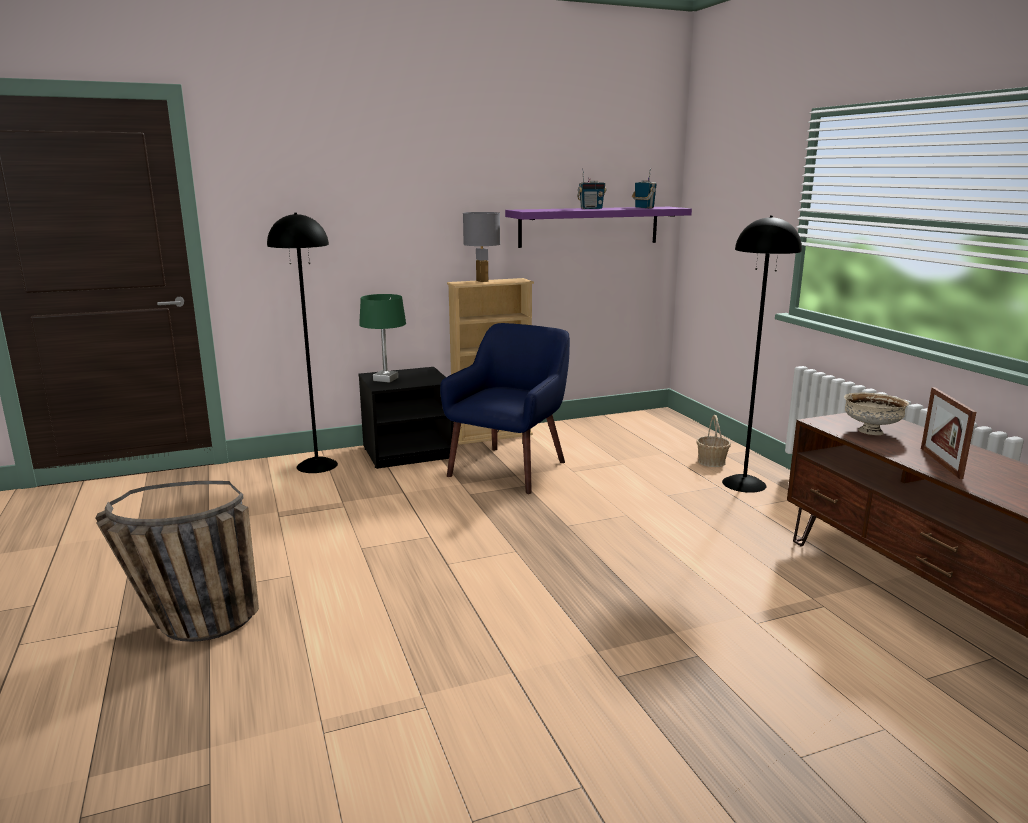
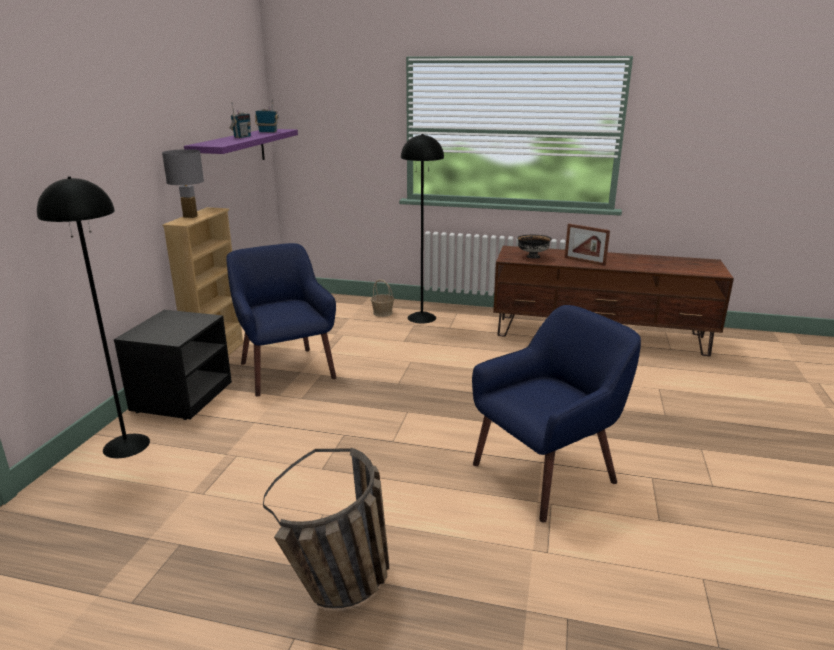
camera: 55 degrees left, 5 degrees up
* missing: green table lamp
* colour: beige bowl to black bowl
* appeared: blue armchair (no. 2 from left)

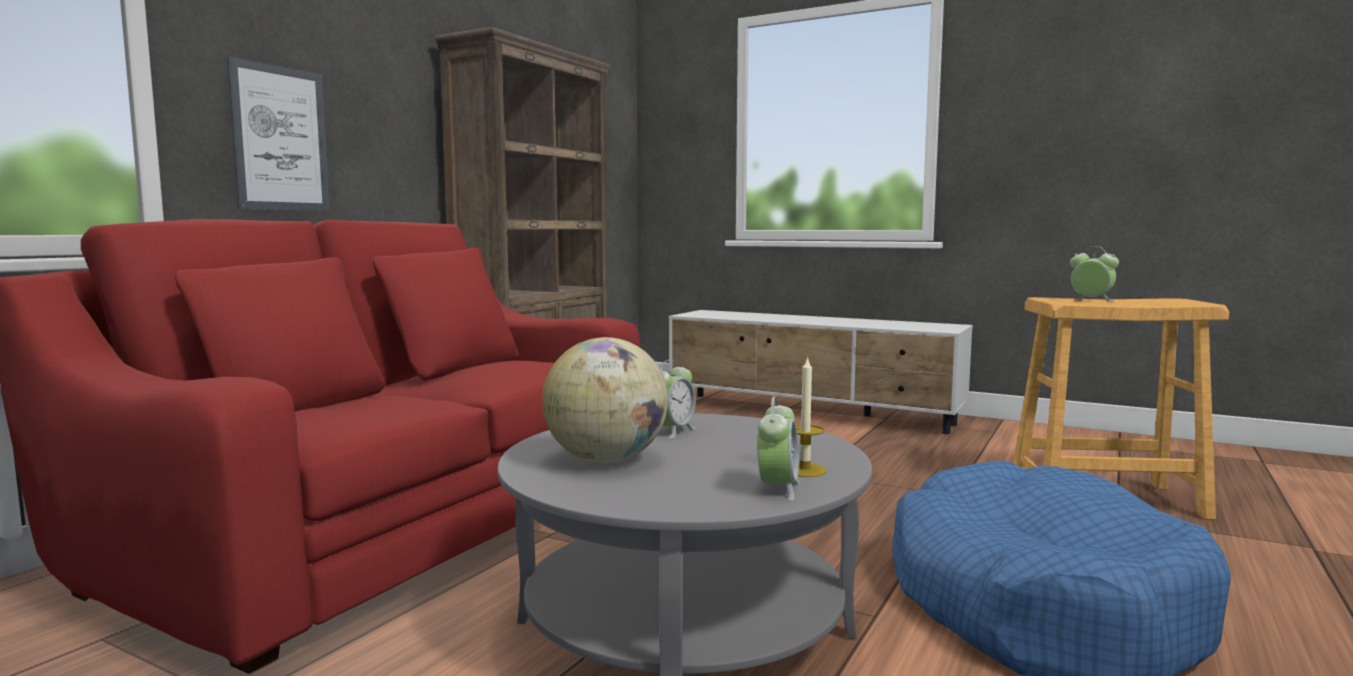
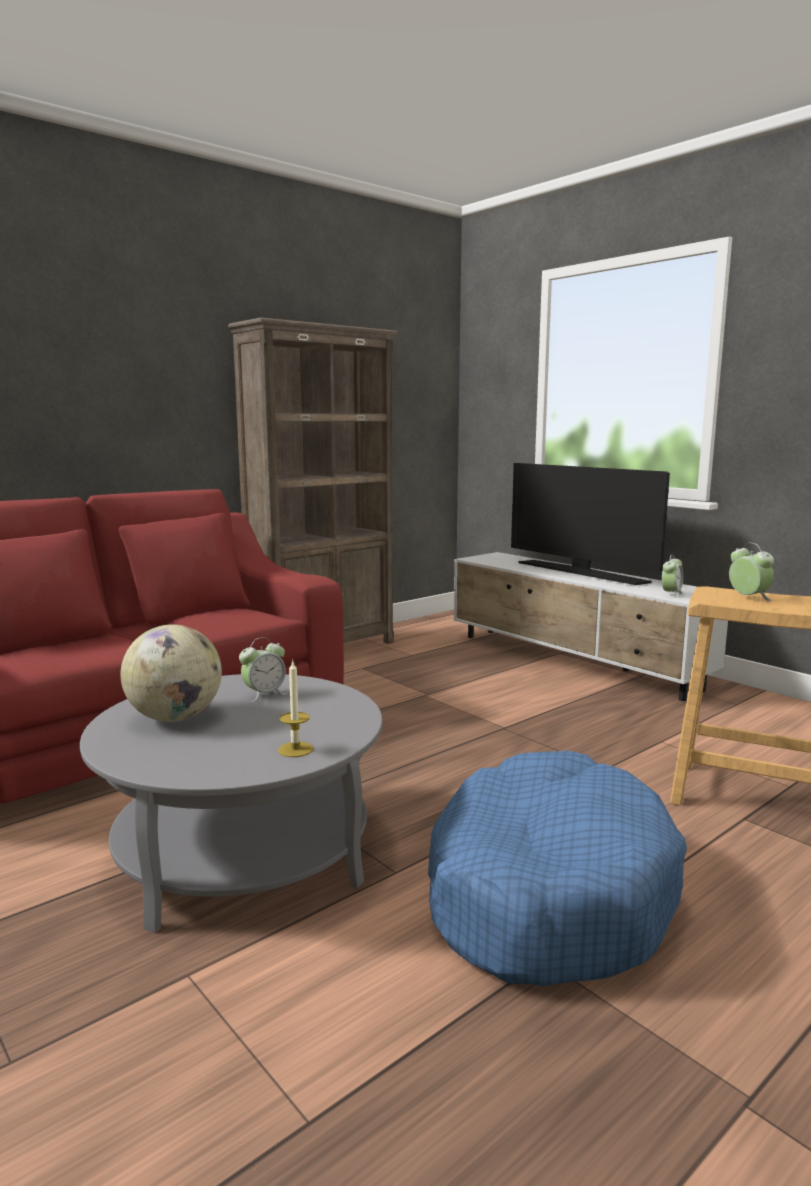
camera: 20 degrees right, 5 degrees up
* missing: picture
* relocated: alarm clock (no. 2 from left)
* appeared: television

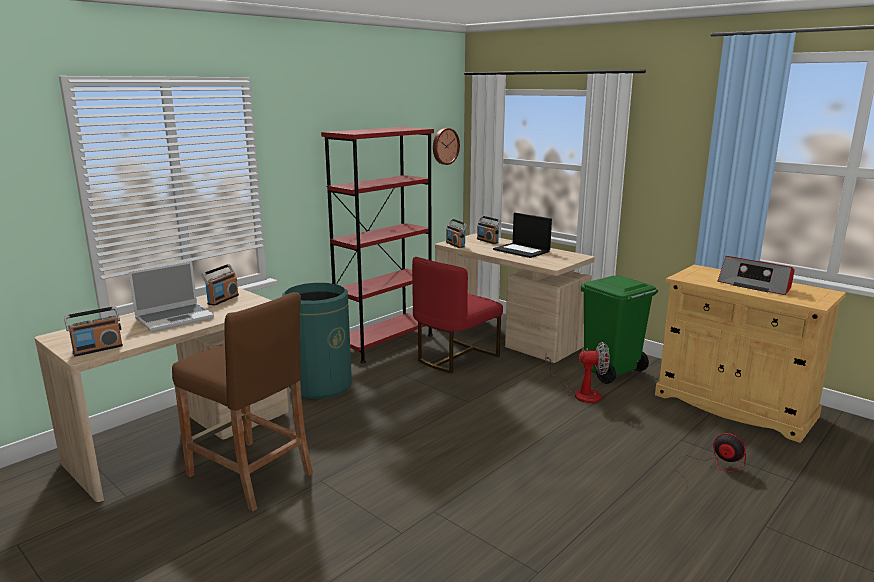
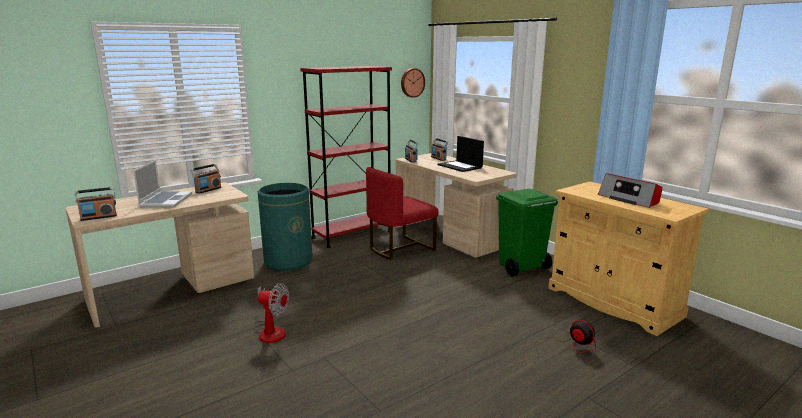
camera: 10 degrees right, 0 degrees up
* spun: laptop (no. 1 from left) 60 degrees counterclockwise
* missing: brown stool
* relocated: fan (no. 1 from left)

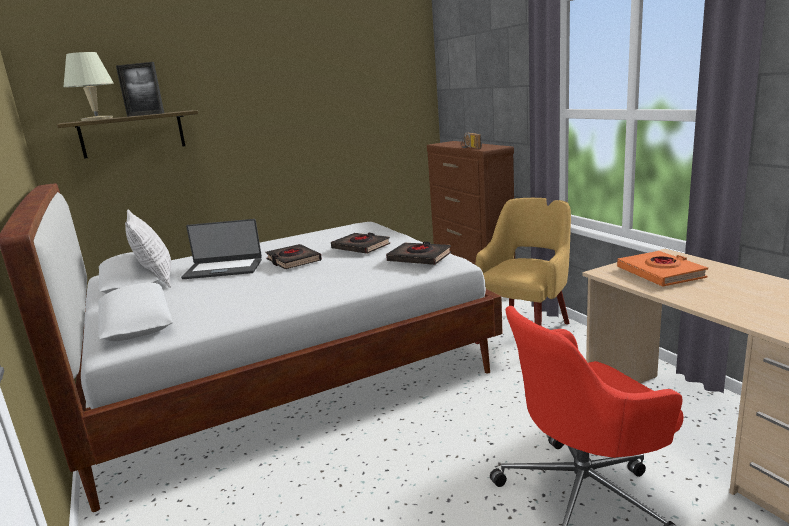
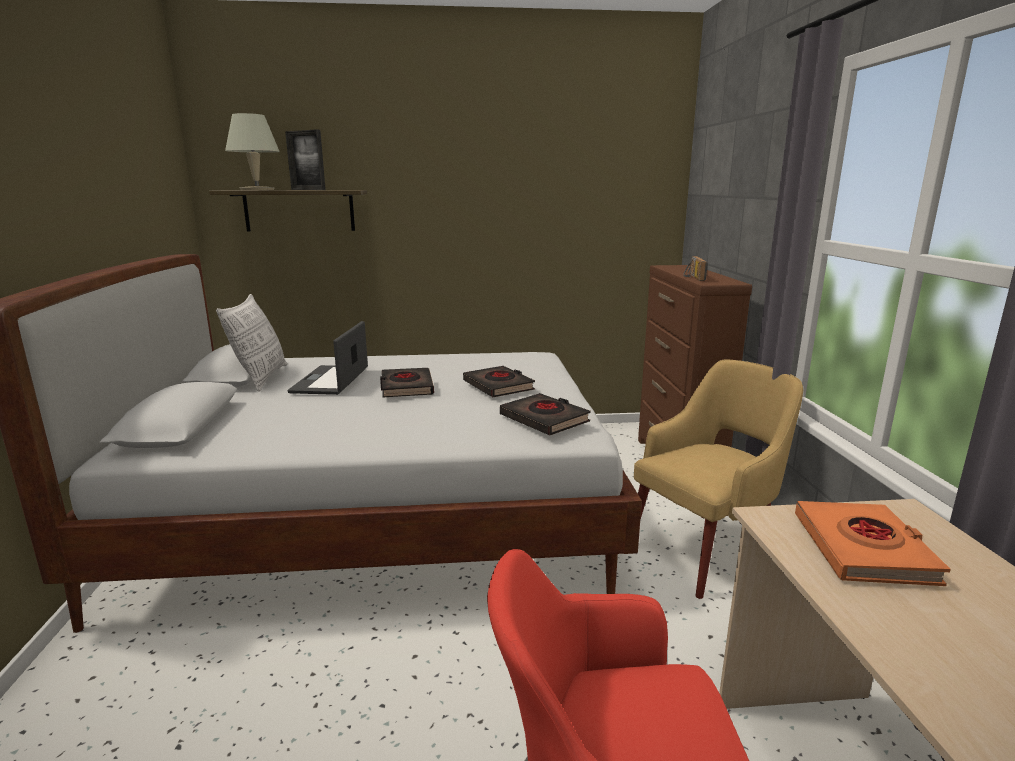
camera: 20 degrees right, 0 degrees up
* spun: laptop 75 degrees clockwise

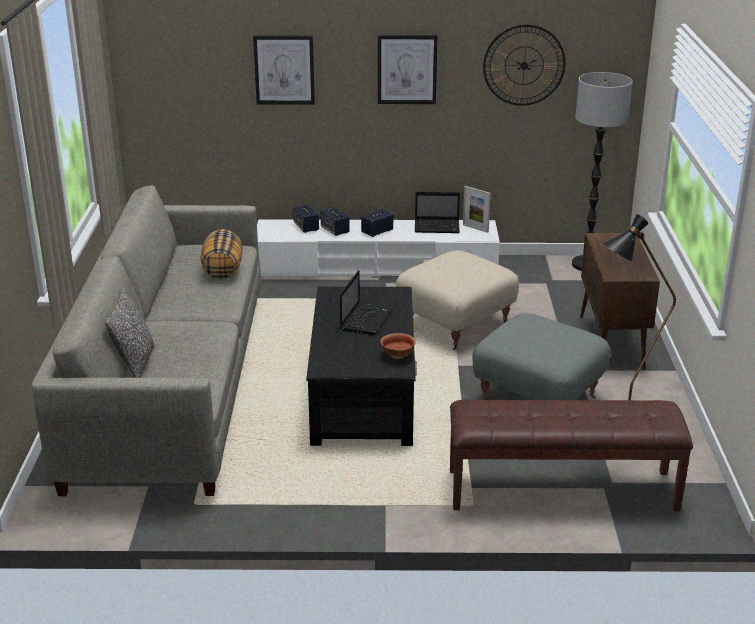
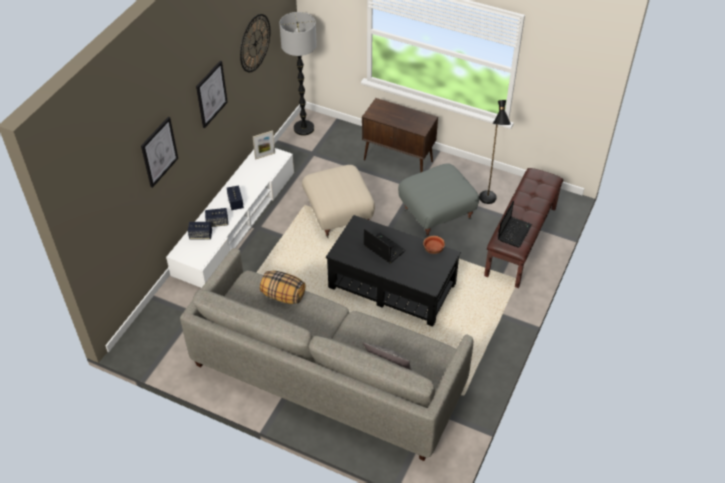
camera: 65 degrees left, 20 degrees up
* relocated: laptop (no. 2 from left)

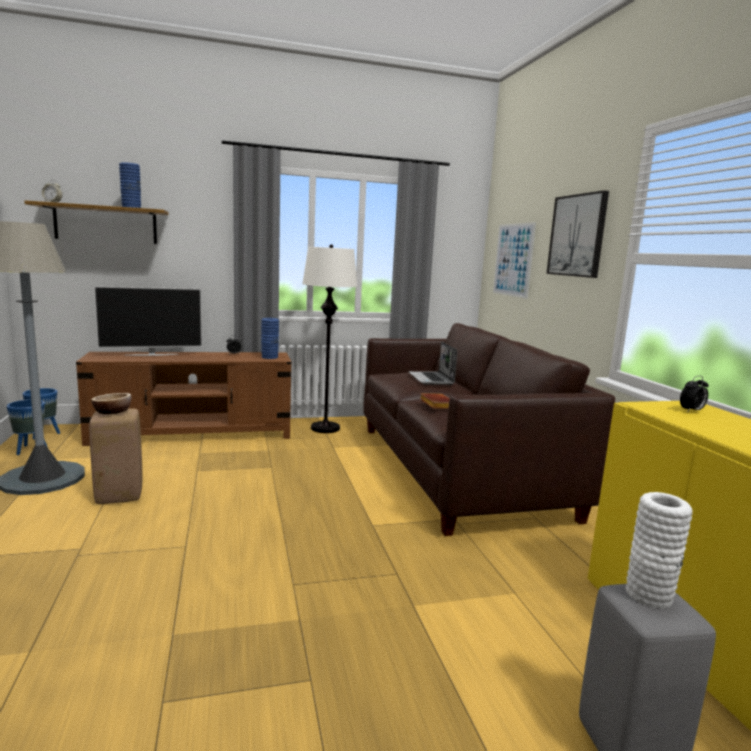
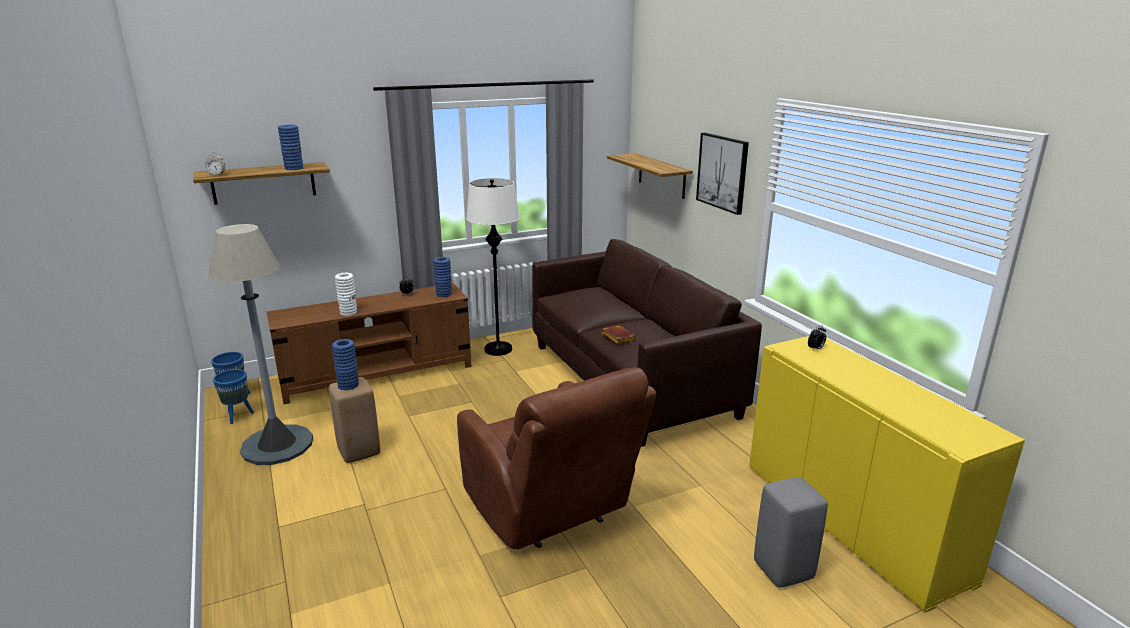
camera: 10 degrees left, 10 degrees up
* exchanged: bowl to blue vase (no. 2 from left)
* missing: television
* missing: laptop
* exchanged: picture (no. 1 from left) to shelf (no. 2 from left)
* relocated: white vase
* appeared: brown armchair

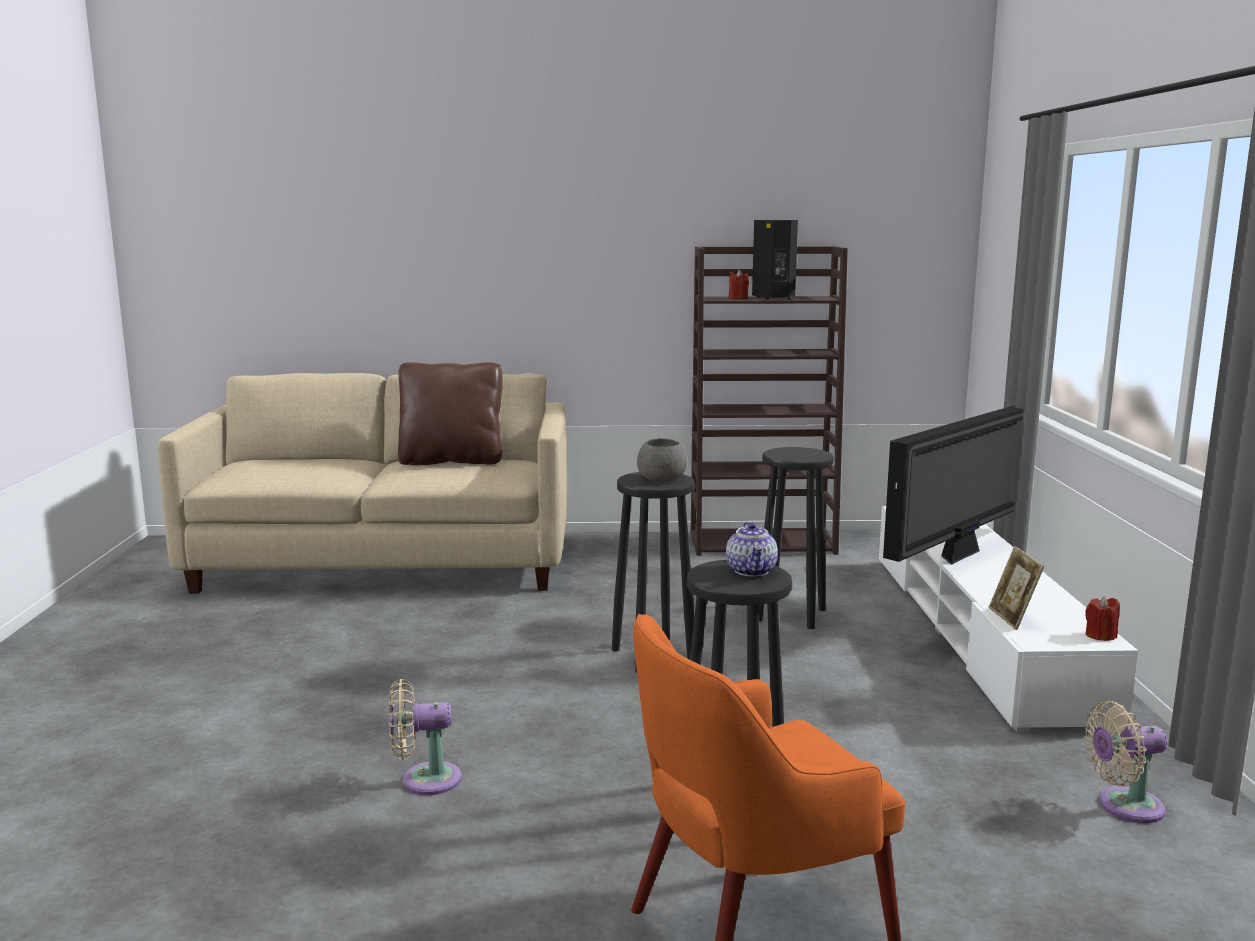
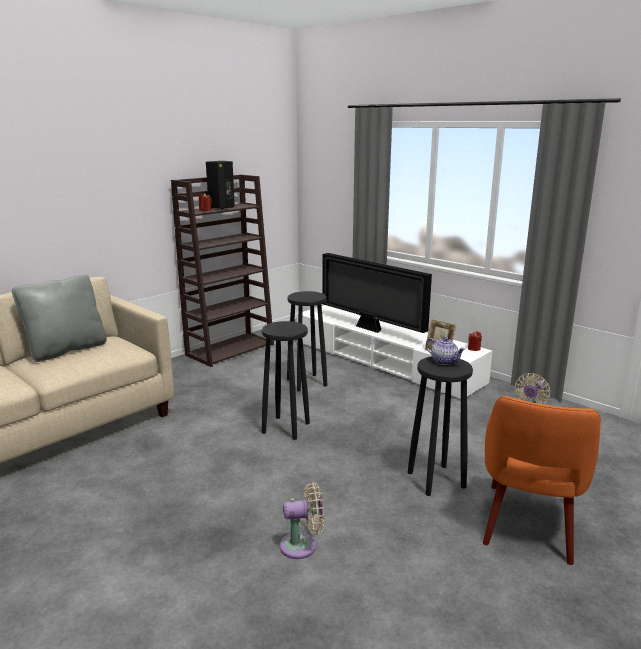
camera: 45 degrees left, 5 degrees up
* spun: beige fan (no. 1 from left) 135 degrees counterclockwise
* colour: brown pillow to grey pillow
* missing: grey bowl
* spun: television 135 degrees clockwise

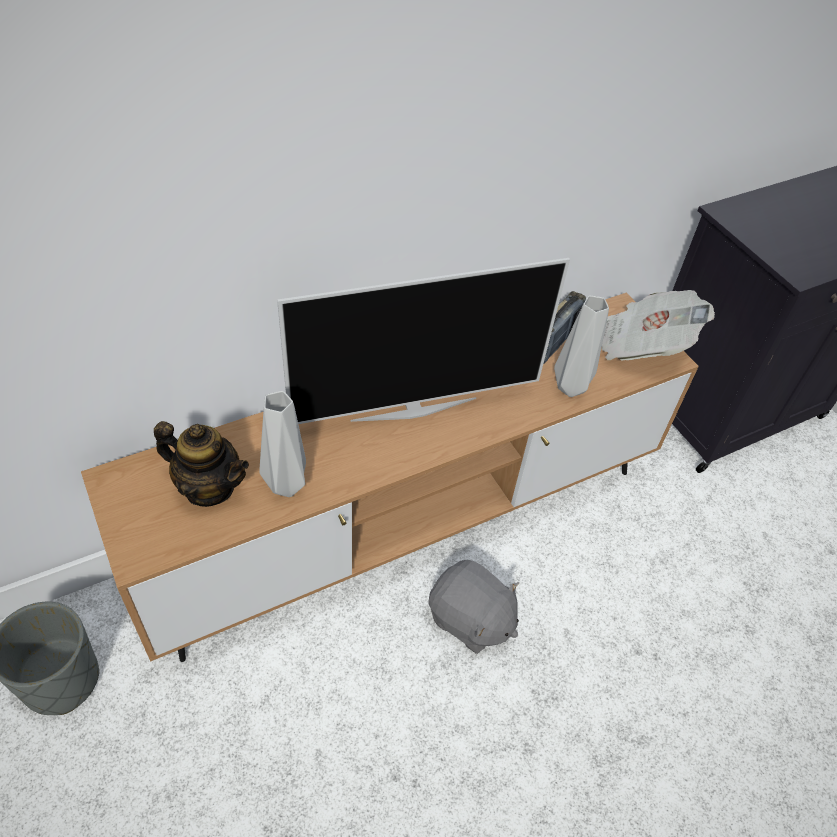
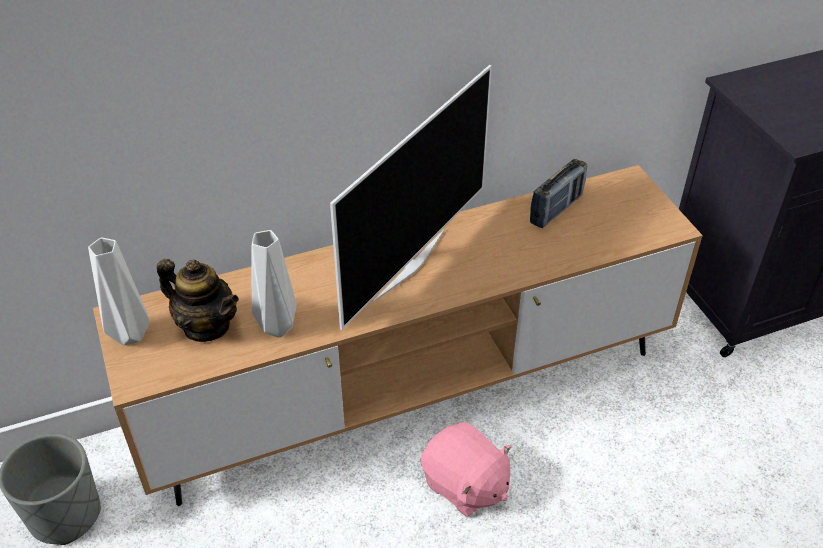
camera: 10 degrees right, 5 degrees down
* spun: television 45 degrees counterclockwise
* colour: grey plush toy to pink plush toy
* relocated: grey vase (no. 2 from left in the first image) to grey vase (no. 1 from left)
* missing: newspaper

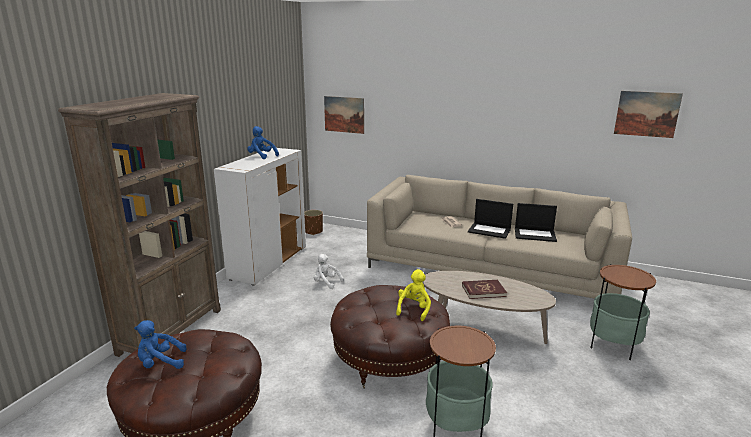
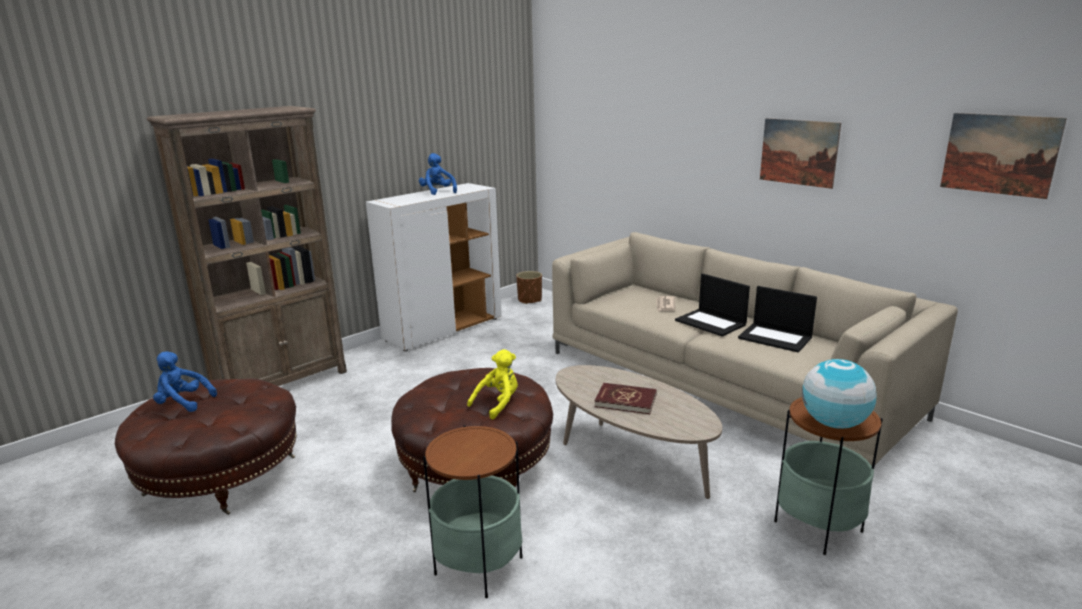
camera: 25 degrees right, 0 degrees up
* missing: white plush toy
* relocated: picture (no. 1 from left)
* appeared: globe

